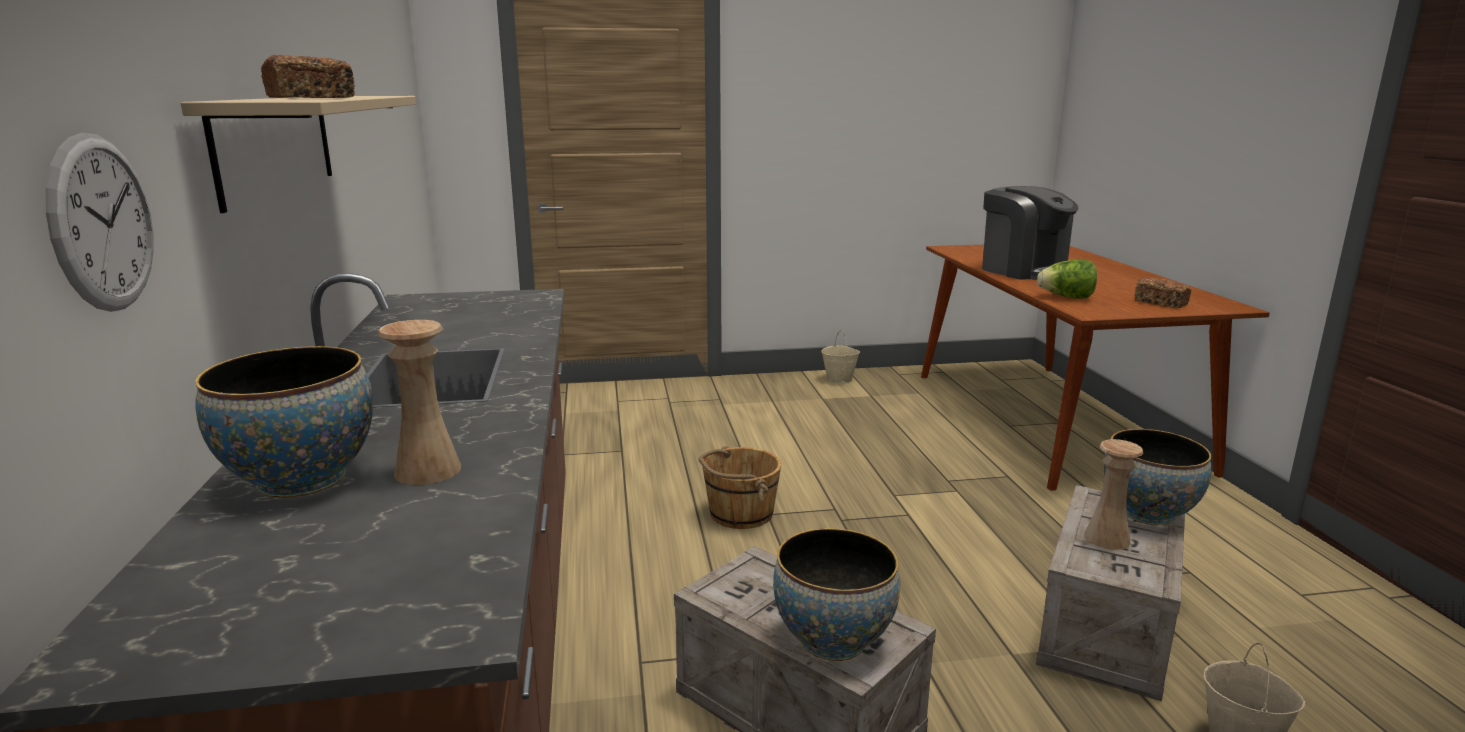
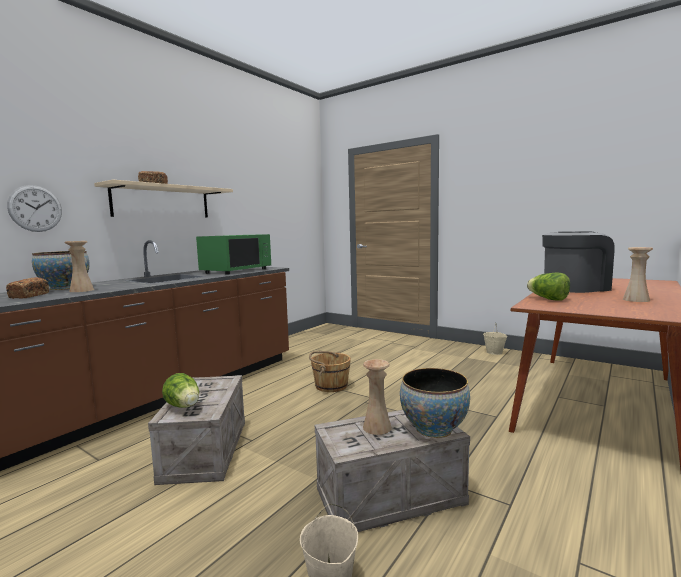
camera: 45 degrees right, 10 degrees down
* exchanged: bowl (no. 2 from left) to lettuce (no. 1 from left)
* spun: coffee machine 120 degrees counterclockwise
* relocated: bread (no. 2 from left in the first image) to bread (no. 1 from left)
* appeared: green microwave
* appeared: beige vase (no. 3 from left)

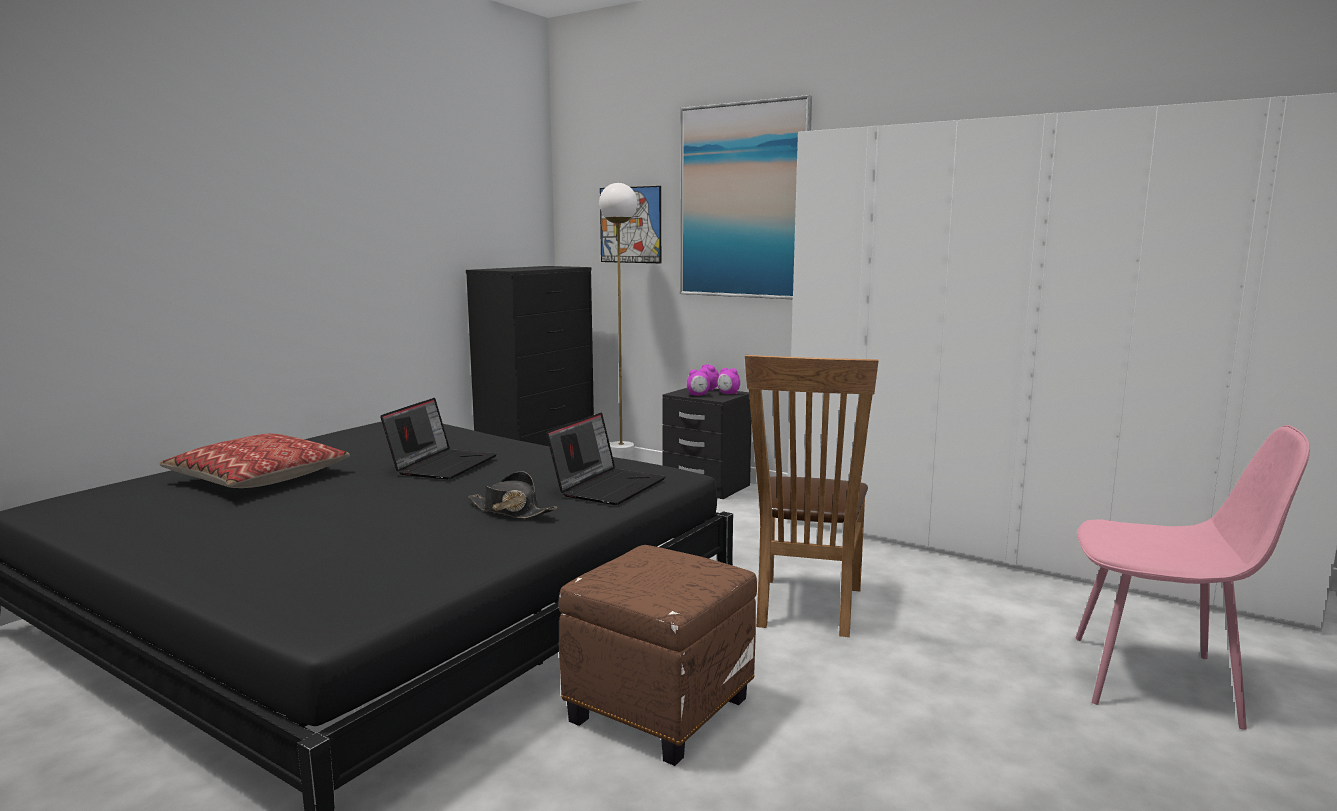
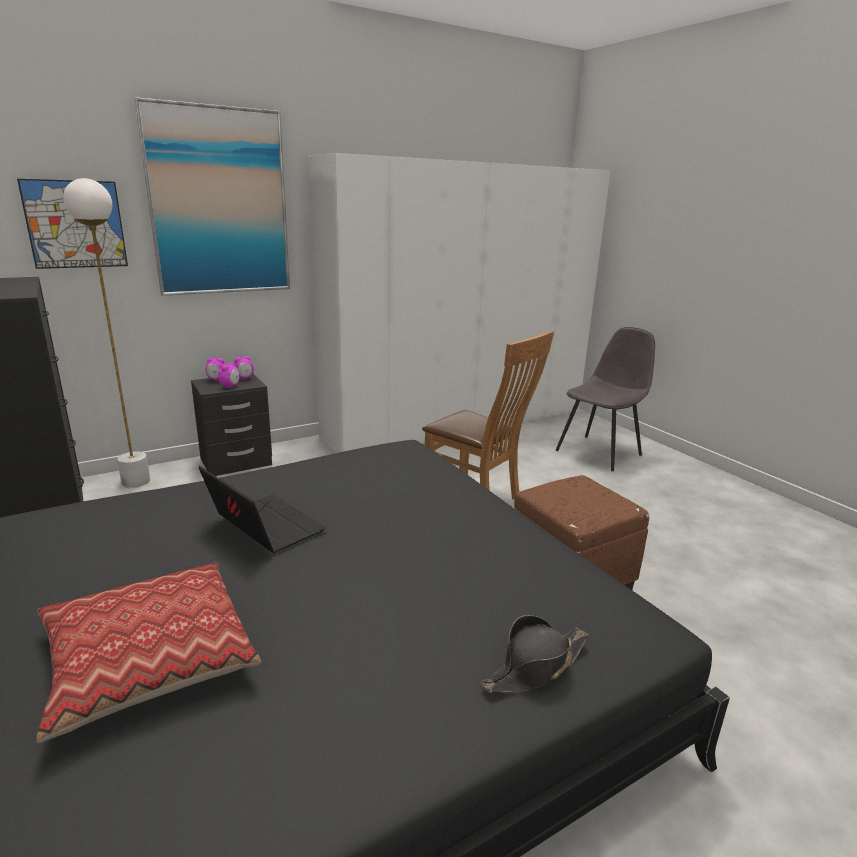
camera: 65 degrees left, 10 degrees up
* relocated: black hat
* missing: laptop (no. 2 from left)
* colour: pink chair to grey chair

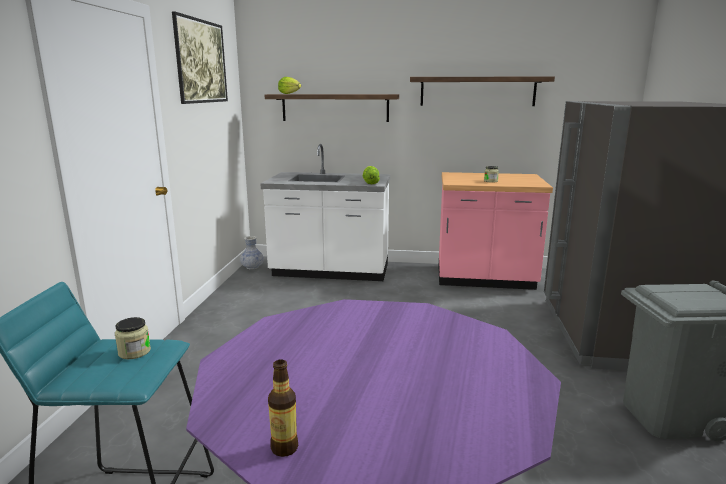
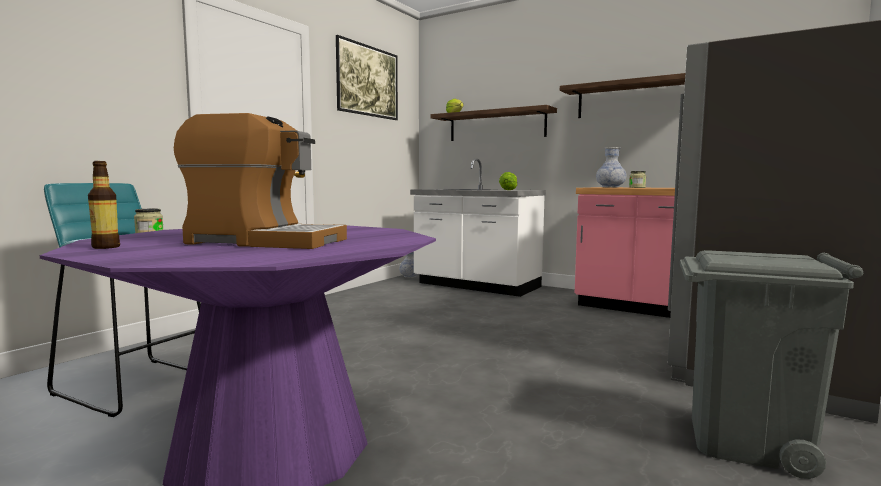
camera: 25 degrees right, 10 degrees down
* appeared: coffee machine
* appeared: vase (no. 2 from left)

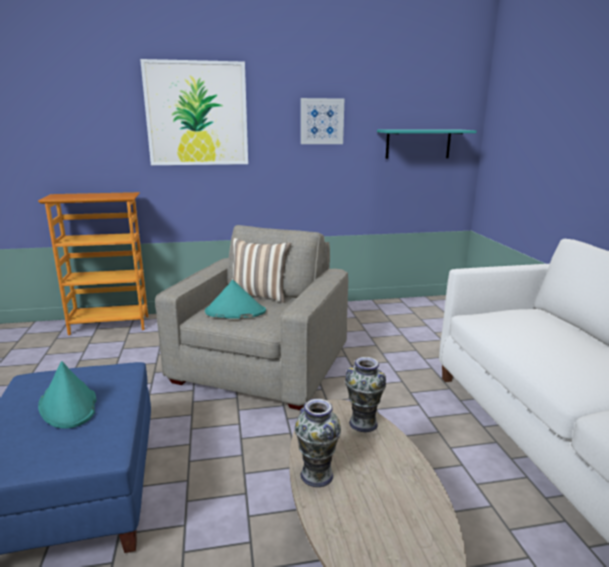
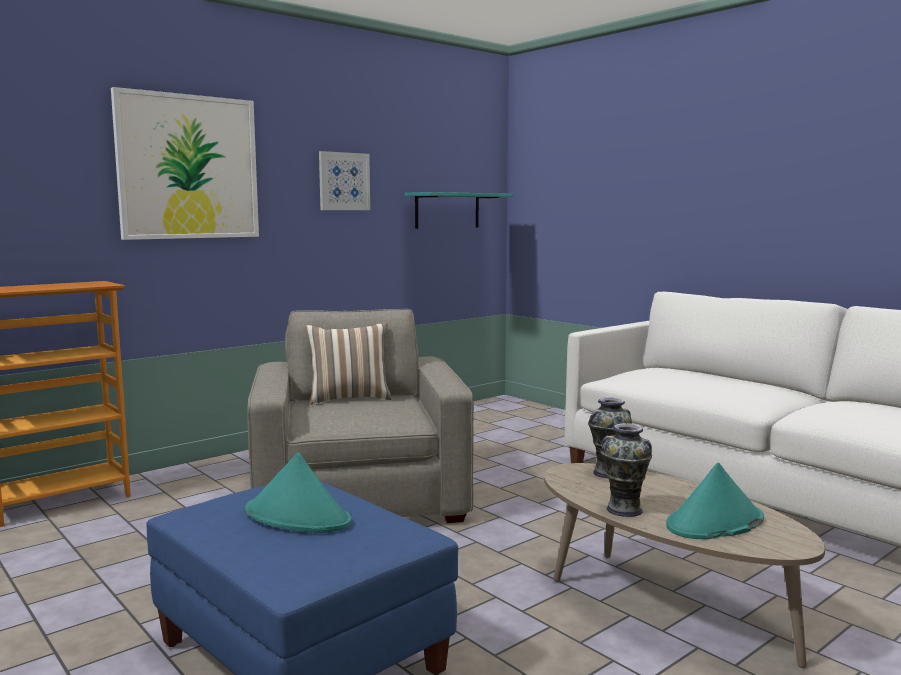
camera: 30 degrees left, 10 degrees down
* relocated: turquoise hat (no. 2 from left)

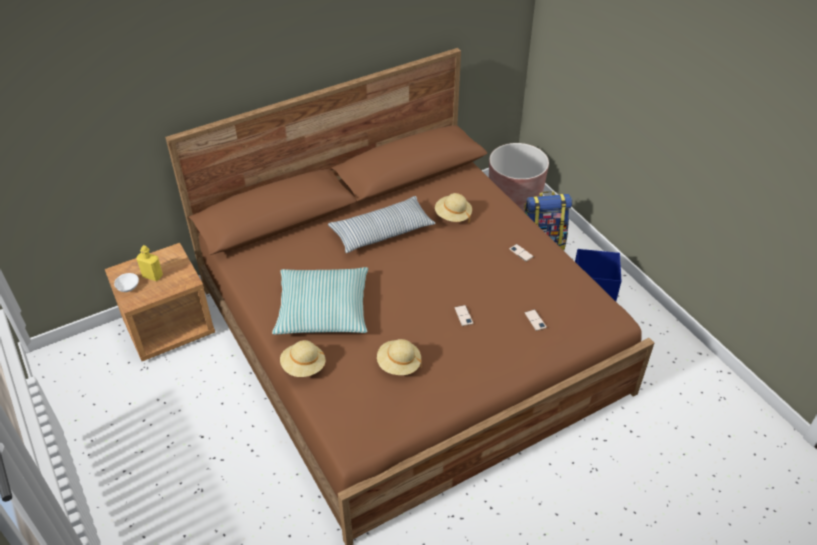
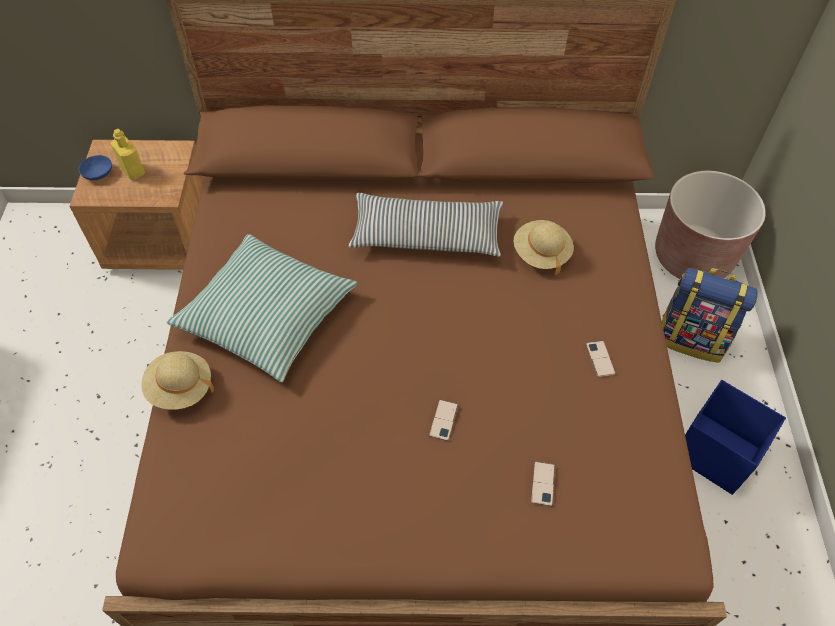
camera: 30 degrees right, 10 degrees up
* colour: white bowl to blue bowl
* missing: beige hat (no. 2 from left)

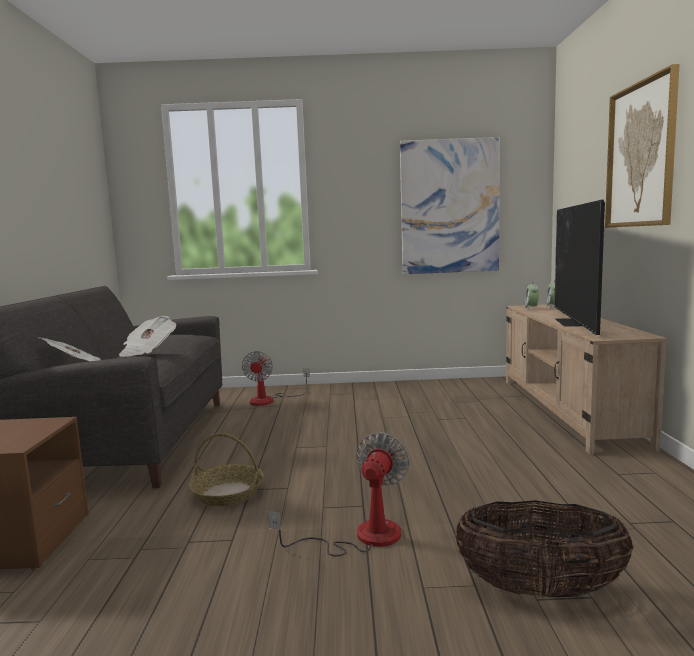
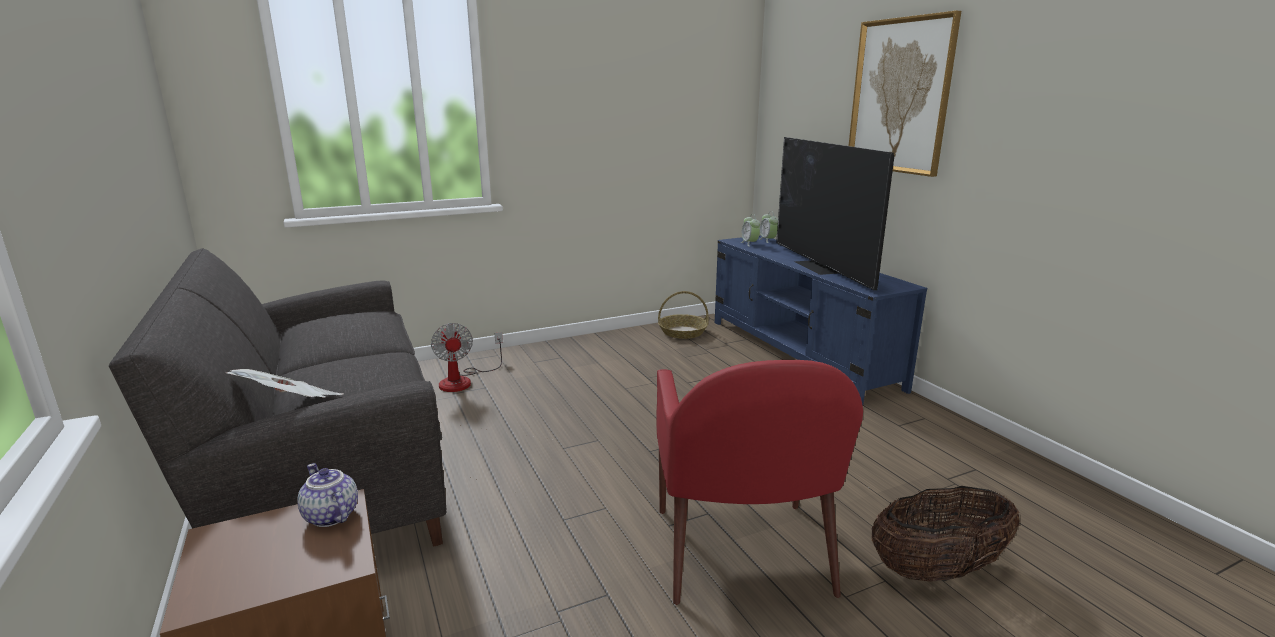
camera: 25 degrees left, 10 degrees up
* missing: newspaper (no. 2 from left)
* relocated: basket (no. 1 from left)
* exchanged: fan (no. 2 from left) to red armchair
* missing: picture (no. 1 from left)
* colour: beige tv stand to blue tv stand
* appeared: teapot

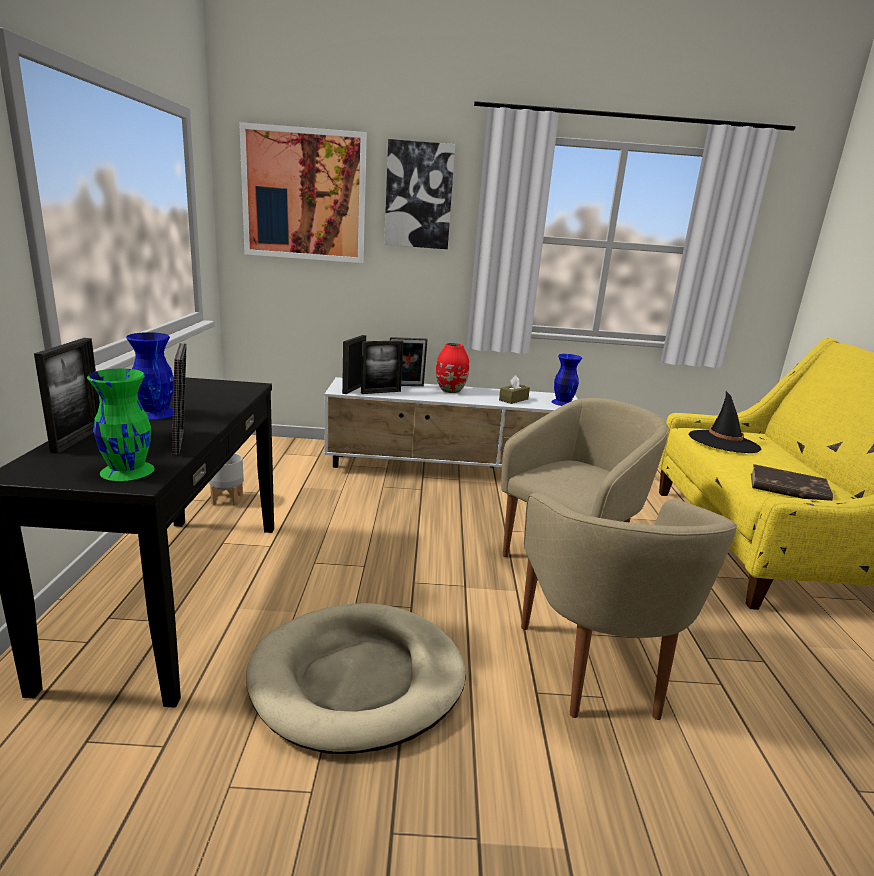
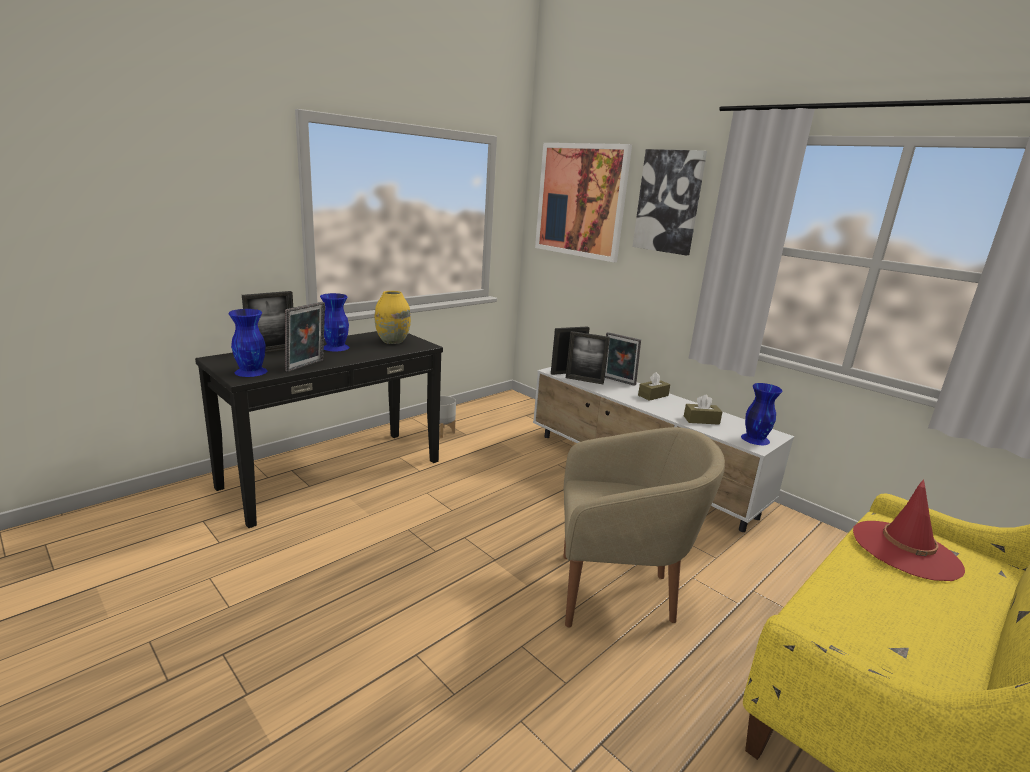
camera: 45 degrees right, 0 degrees up
* colour: green vase to blue vase (no. 1 from left)
* missing: beige dog bed
* exchanged: red vase to brown tissue box (no. 1 from left)
* missing: beige armchair (no. 2 from left)
* colour: black hat to red hat
* missing: brown book
* appeared: yellow vase

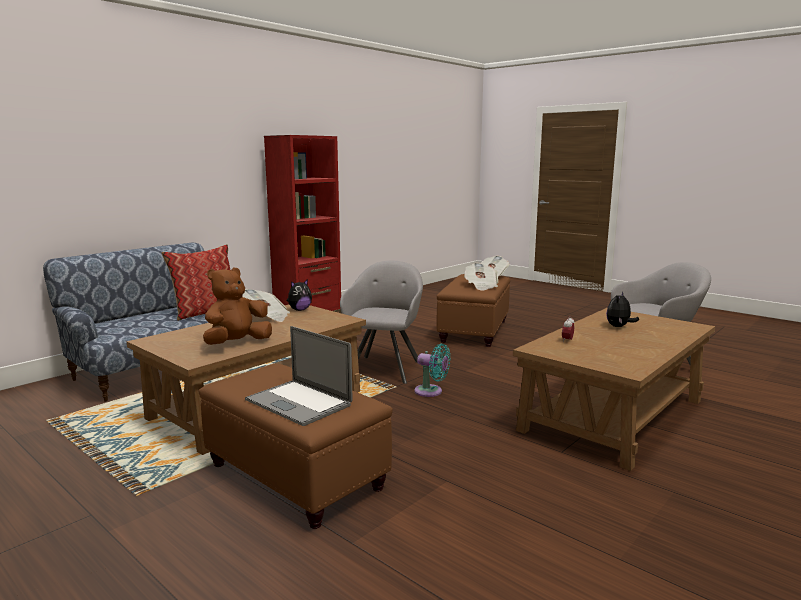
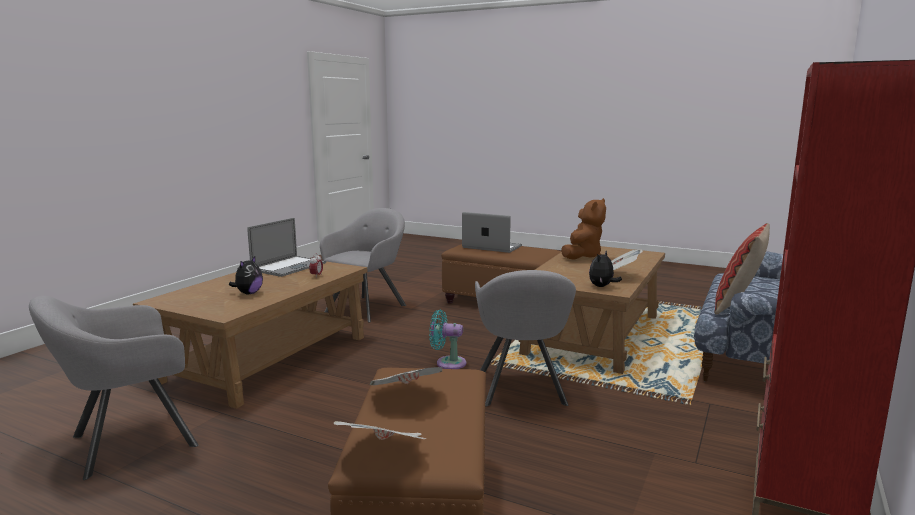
camera: 165 degrees right, 0 degrees up
* appeared: laptop (no. 1 from left)
* appeared: grey armchair (no. 2 from left)

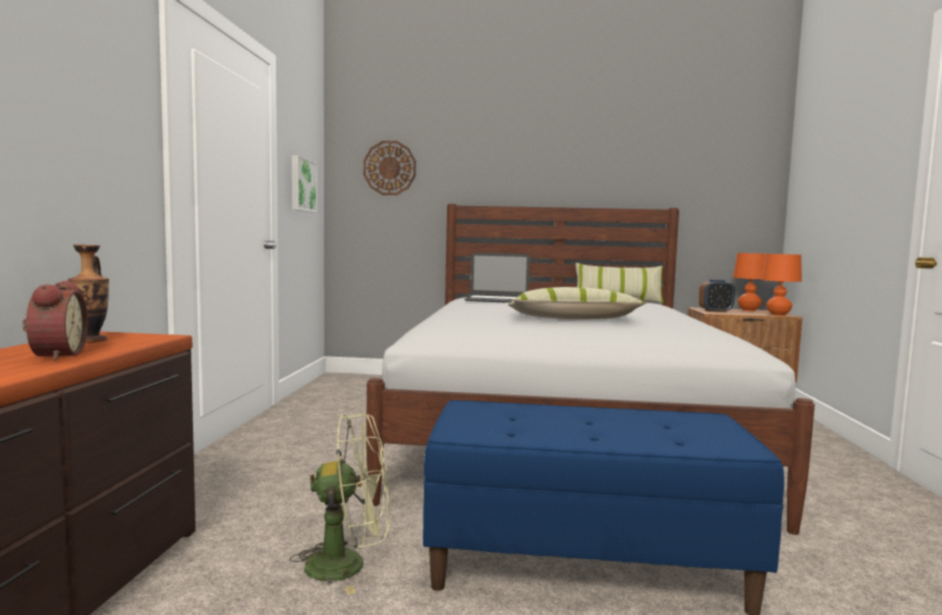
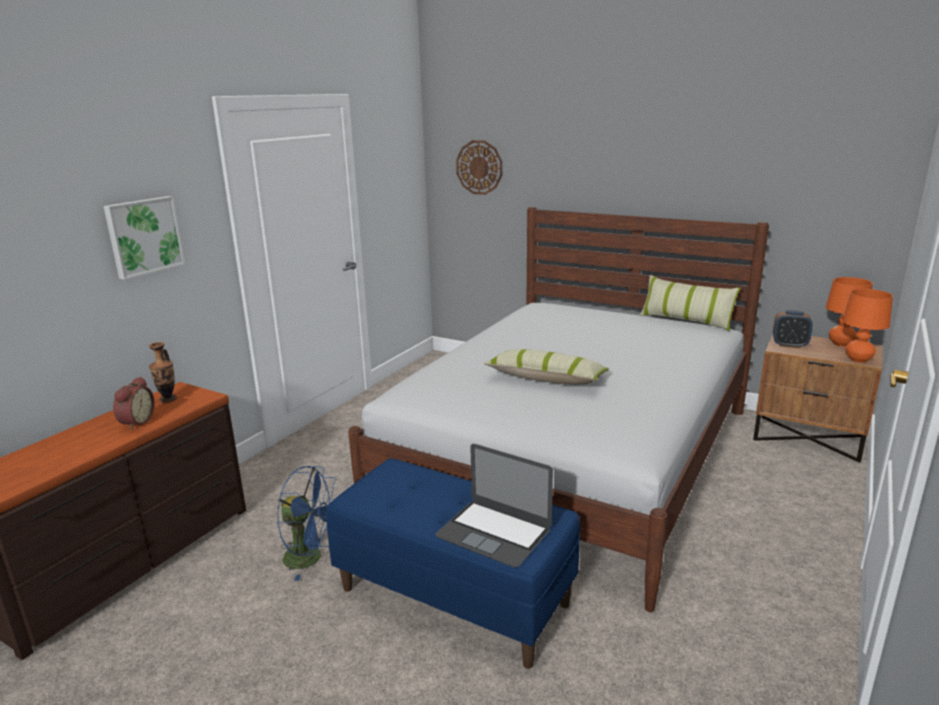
camera: 25 degrees right, 15 degrees up
* colour: green fan to blue fan
* relocated: picture
* relocated: laptop

